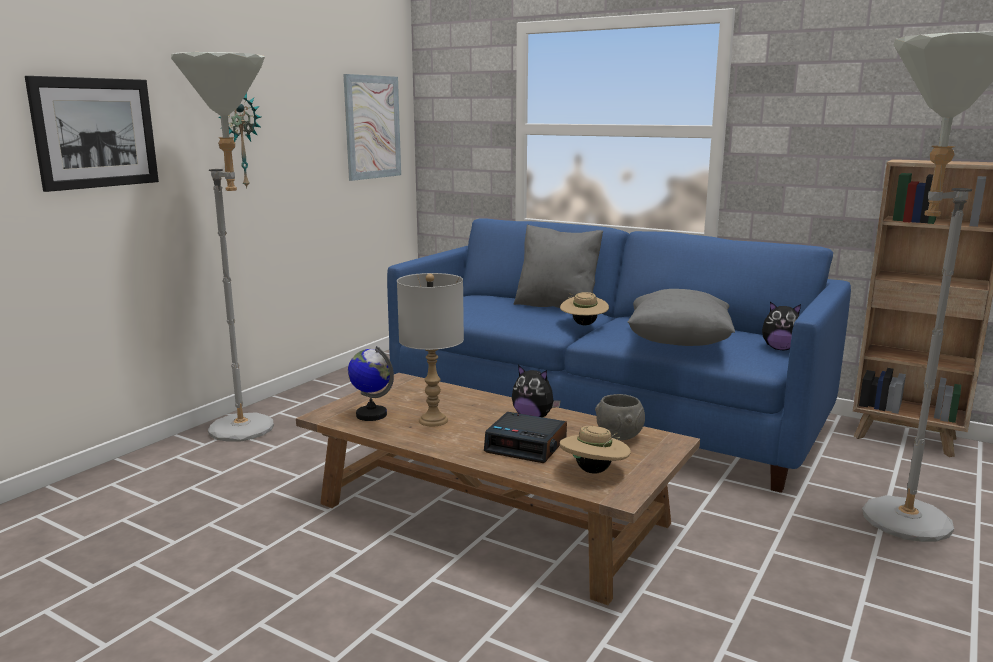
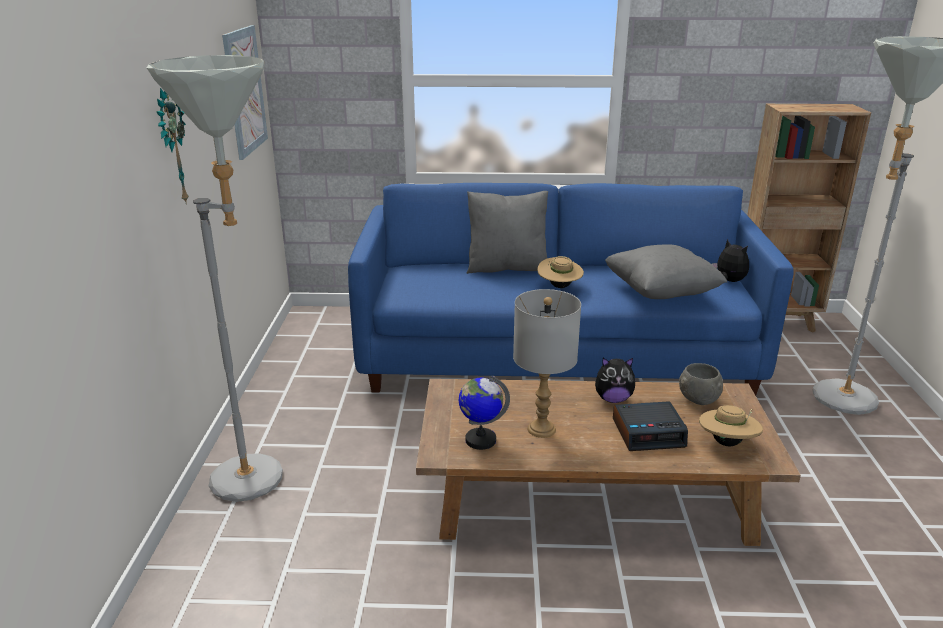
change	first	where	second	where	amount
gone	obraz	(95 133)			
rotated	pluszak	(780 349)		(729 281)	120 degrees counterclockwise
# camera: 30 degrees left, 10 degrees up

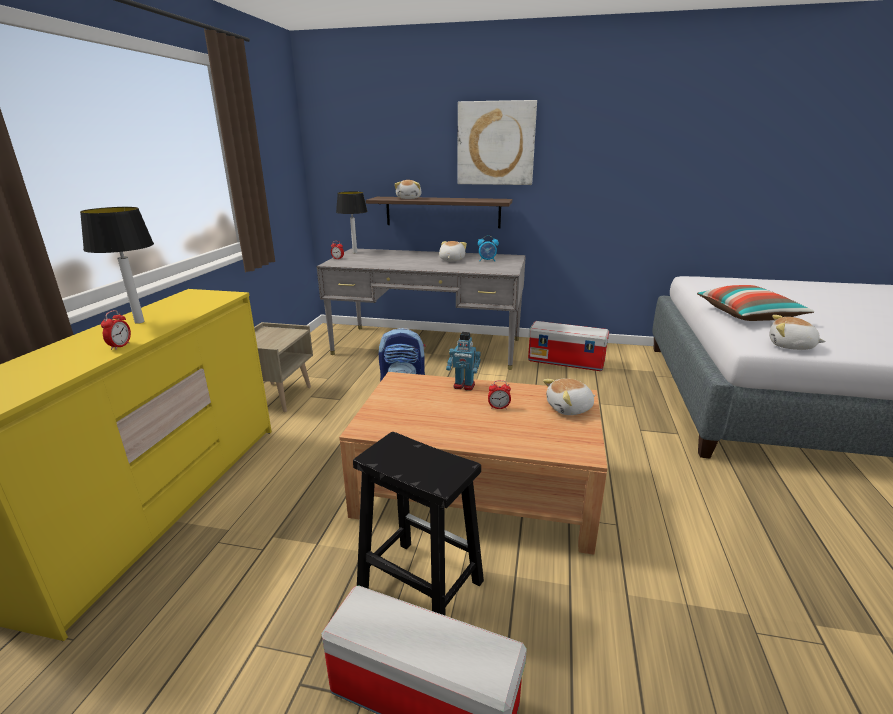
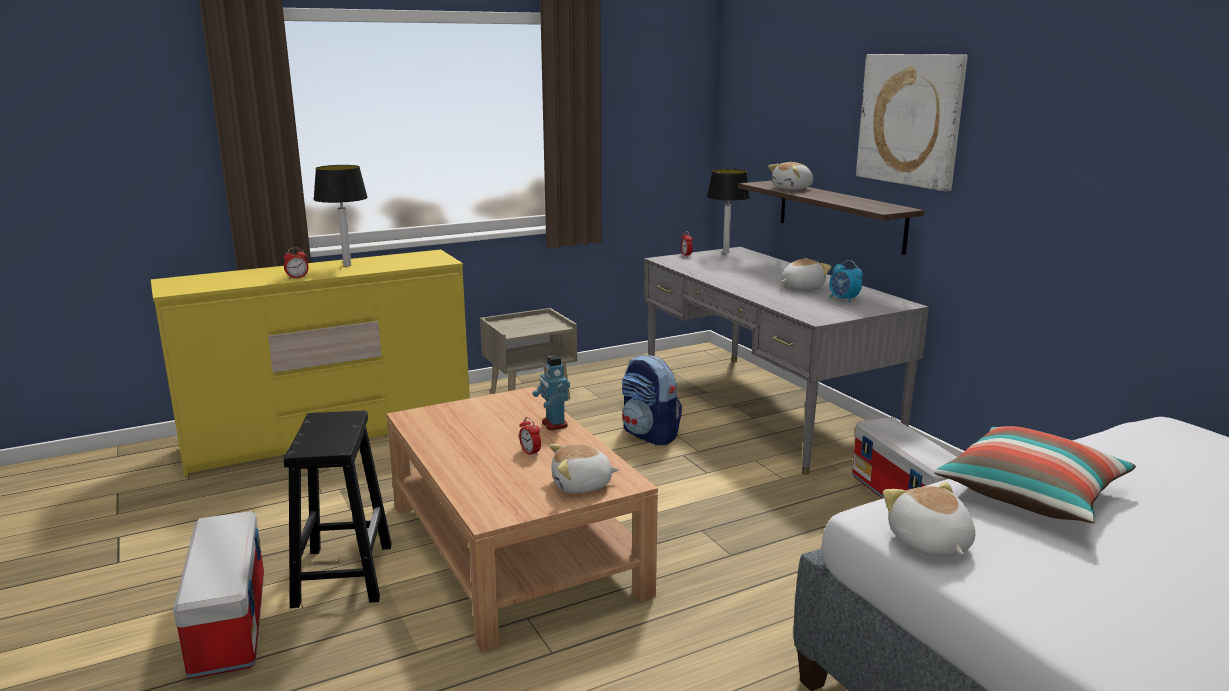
change	first	where	second	where	amount
rotated	pluszak	(569 408)		(582 485)	45 degrees counterclockwise
# camera: 50 degrees right, 5 degrees down

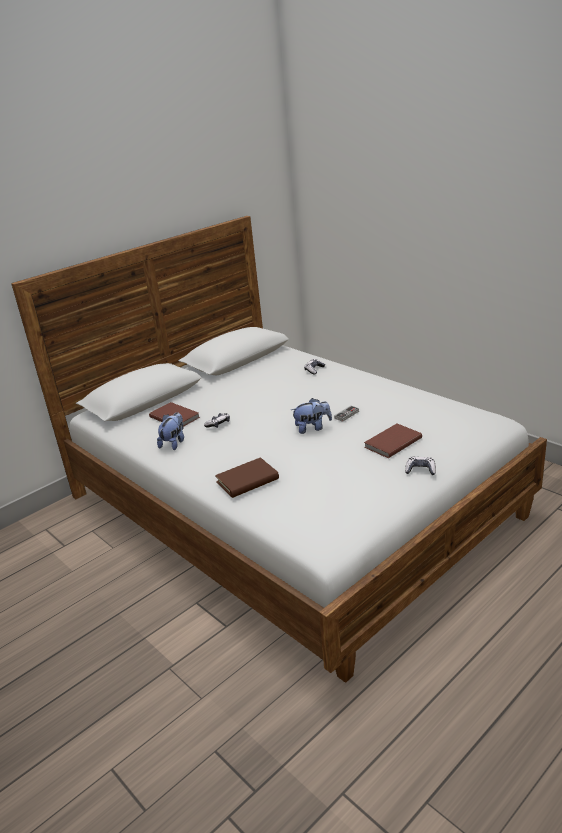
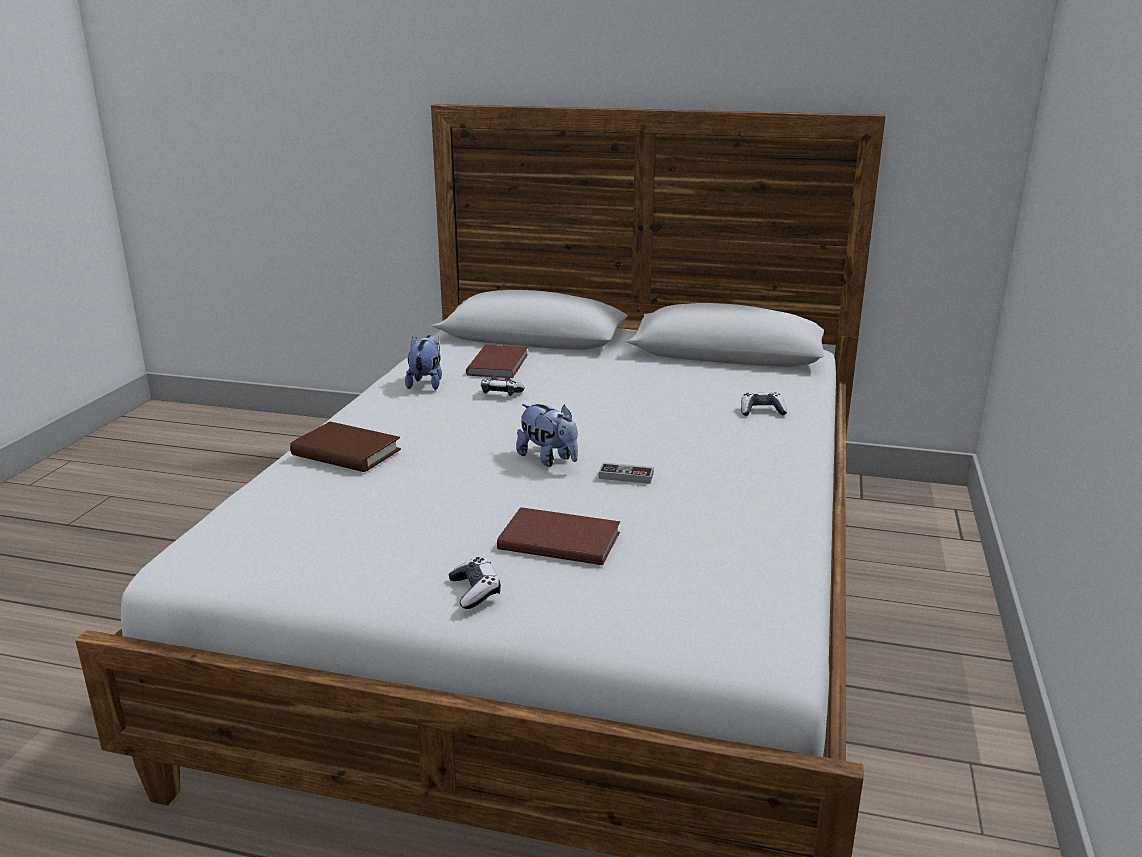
change	first	where	second	where	amount
rotated	pluszak	(174 443)		(426 383)	75 degrees counterclockwise
# camera: 55 degrees right, 5 degrees down

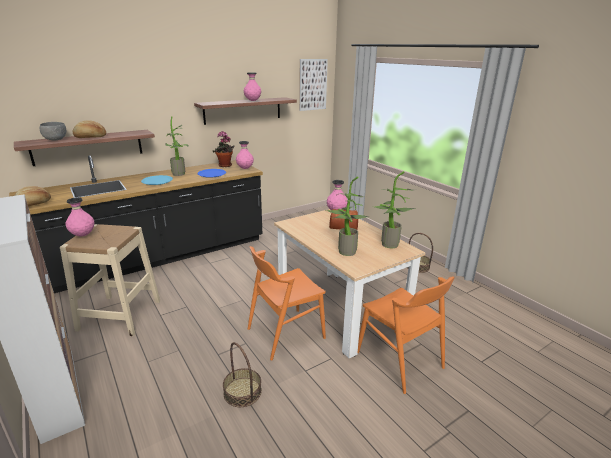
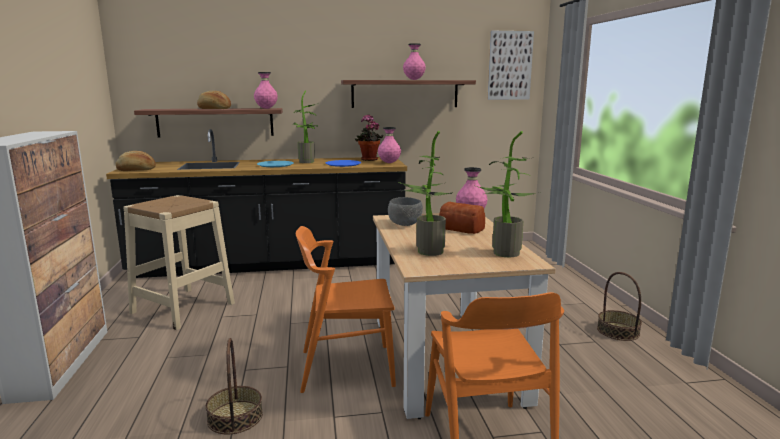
change	first	where	second	where	amount
shifted	miska [szary]	(56 140)		(405 224)	
shifted	wazon [różowy]	(83 235)		(266 108)	
# camera: 25 degrees right, 10 degrees down

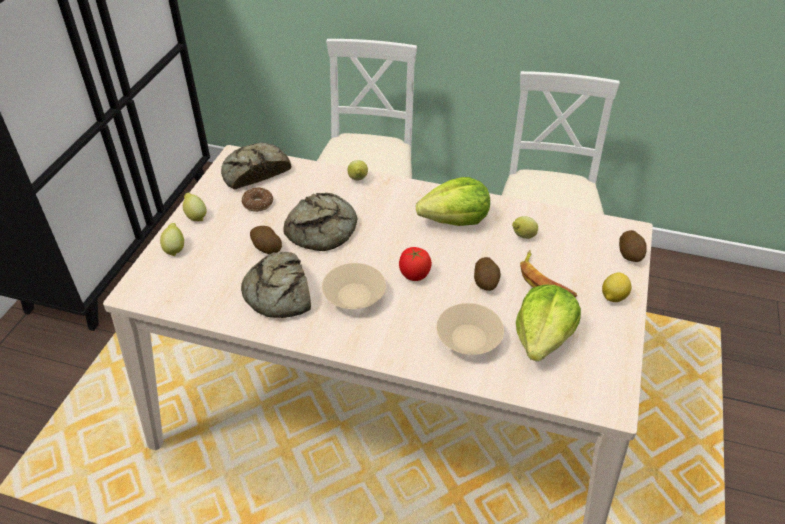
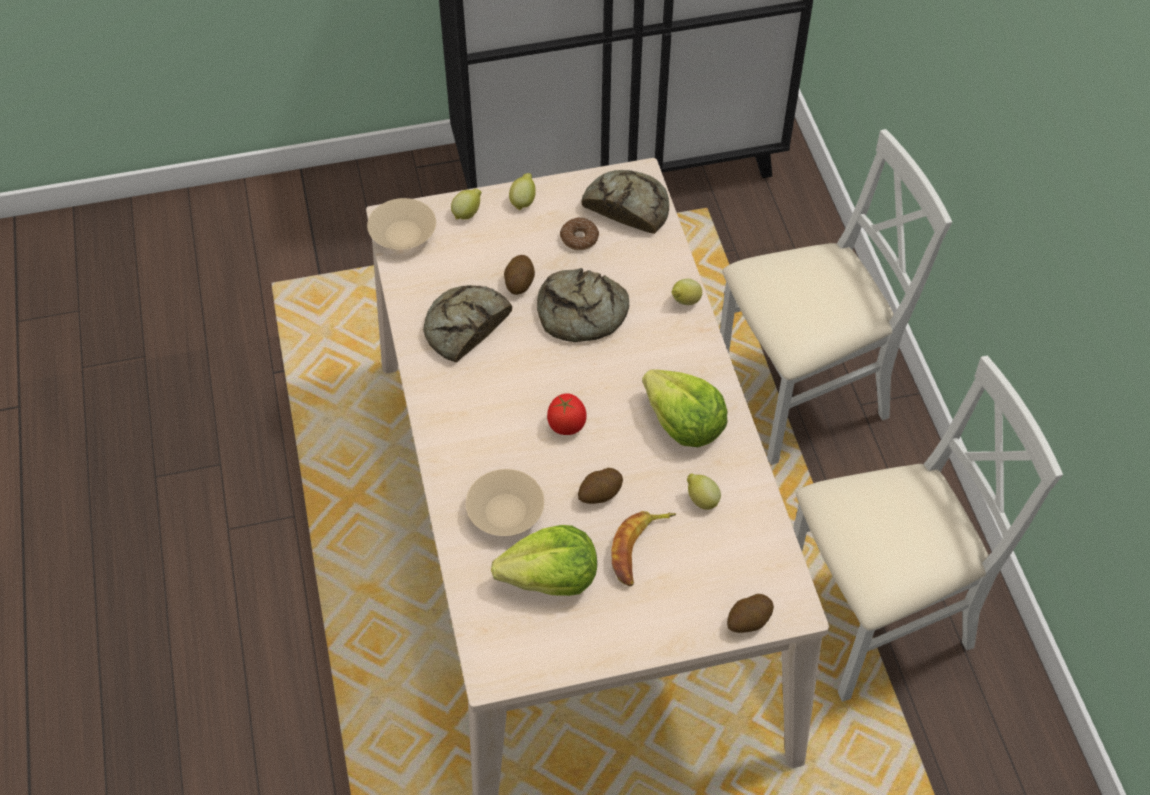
change	first	where	second	where	amount
gone	cytryna	(613 297)			
shifted	miska [beżowy]	(354 297)		(402 236)	
# camera: 60 degrees right, 10 degrees up

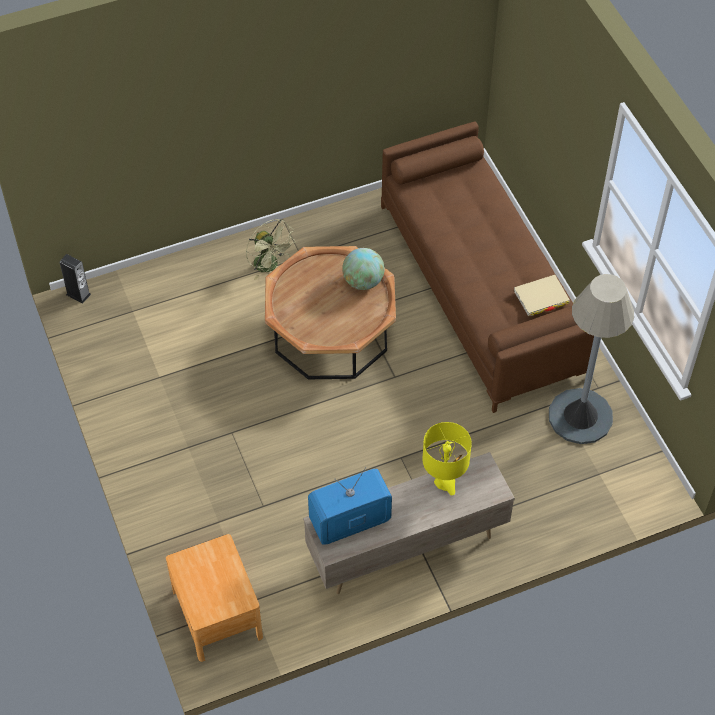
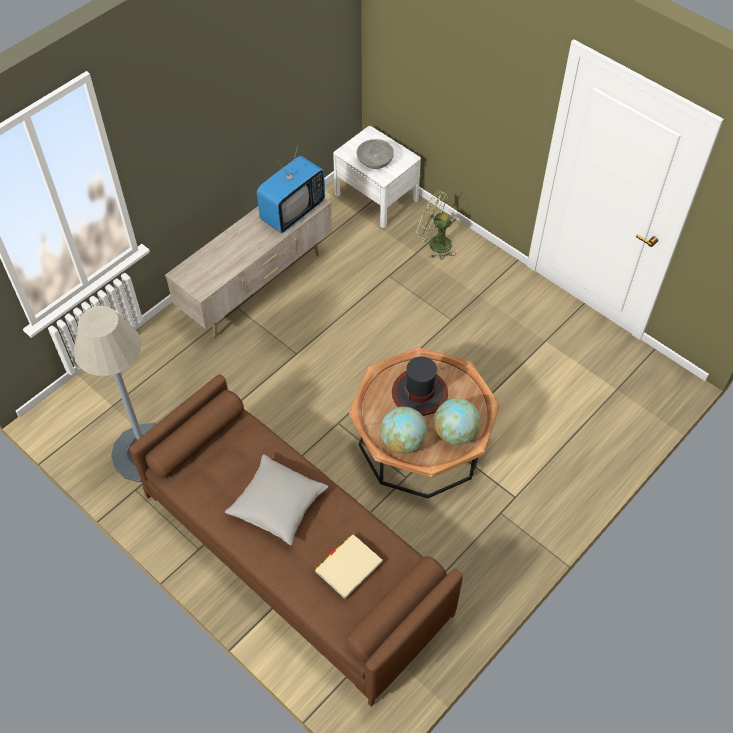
change	first	where	second	where	amount
gone	głośnik	(78 294)			
gone	lampa stołowa [żółty]	(443 482)			
new			poduszka [szary]	(277 505)	
new			miska [szary]	(375 160)	
new			kapelusz	(420 393)	
new			globus	(455 433)	
shifted	wentylator [zielony]	(270 266)		(434 244)	
shifted	książka [beżowy]	(541 297)		(348 567)	
repainted	szafka nocna [brązowy]	(217 613)	szafka nocna [biały]	(376 197)	
# camera: 155 degrees right, 0 degrees up

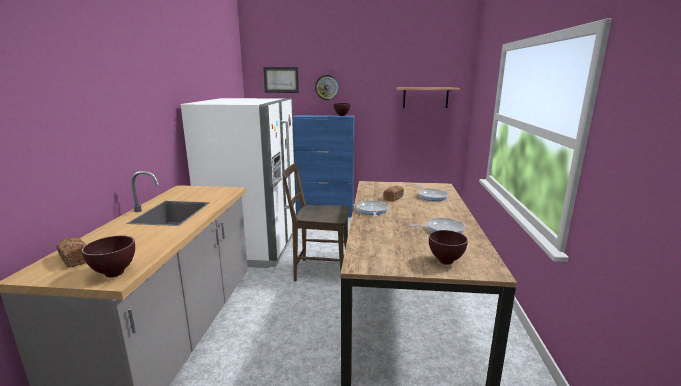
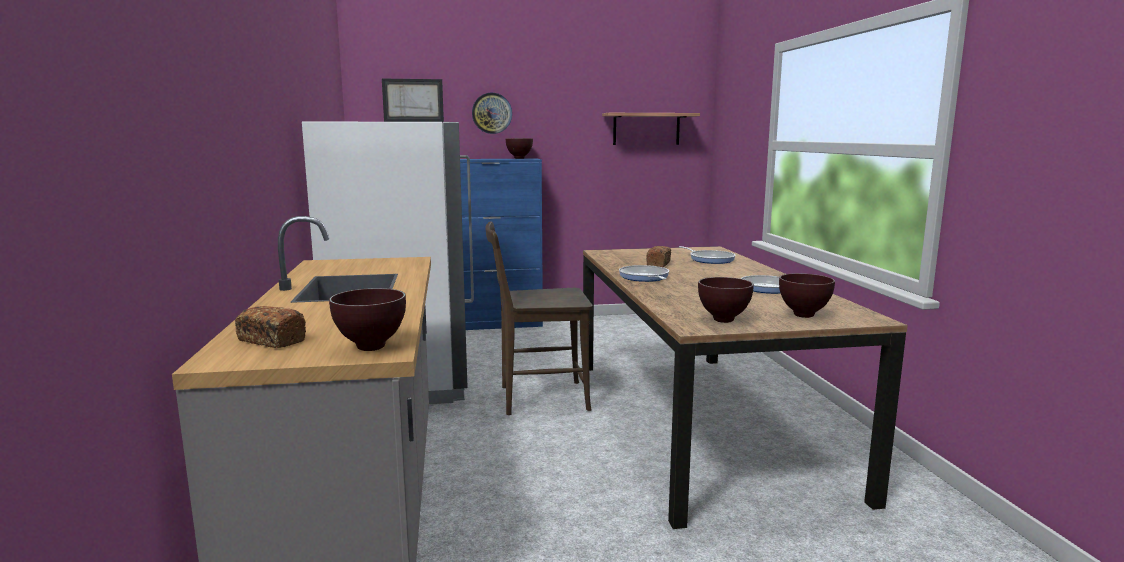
change	first	where	second	where	amount
new			miska [brązowy]	(723 320)	
# camera: 15 degrees left, 5 degrees down

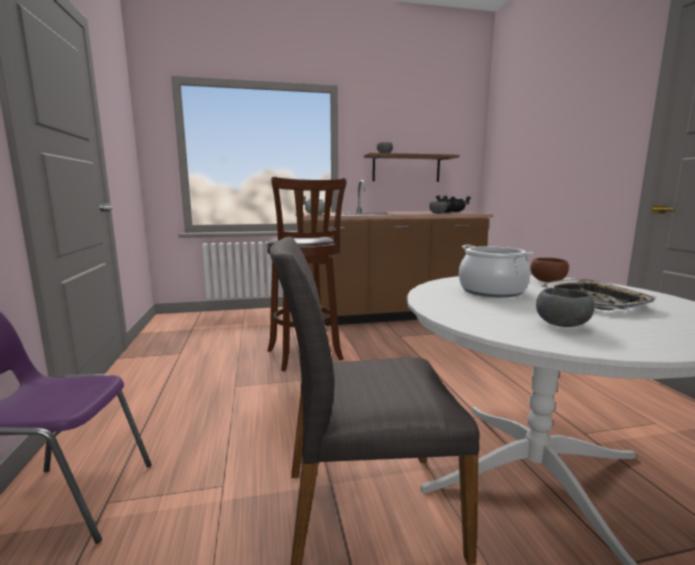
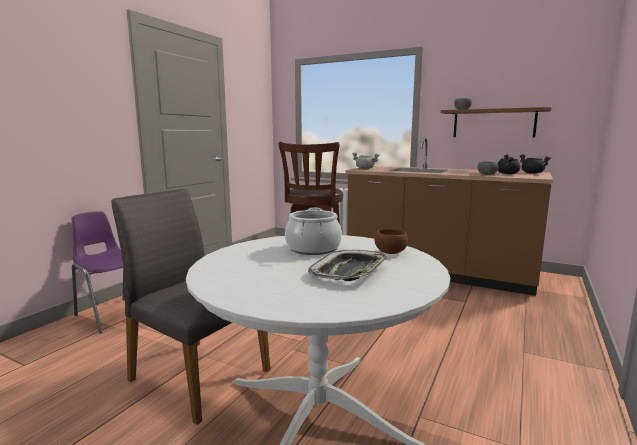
change	first	where	second	where	amount
gone	miska [szary]	(563 325)			
# camera: 40 degrees right, 0 degrees up

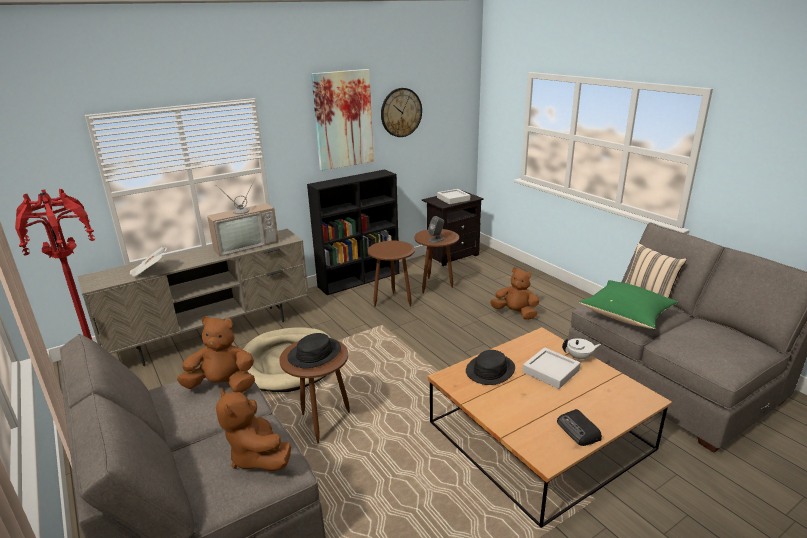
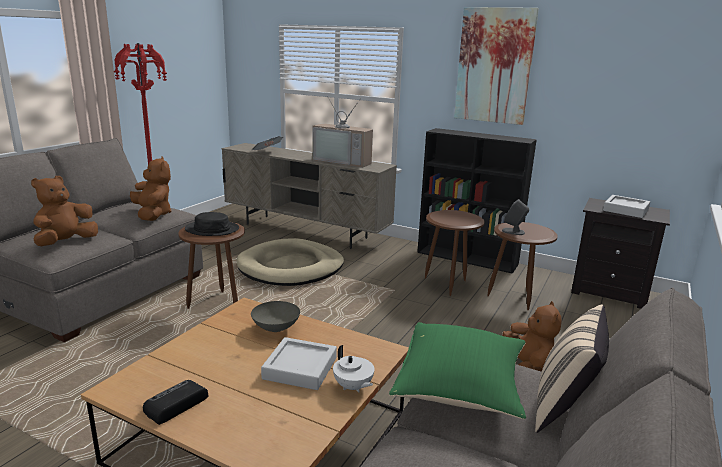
change	first	where	second	where	amount
gone	zegar ścienny	(401 112)			
swapped	kapelusz [czarny]	(490 370)	miska [szary]	(276 328)	
# camera: 60 degrees right, 5 degrees down

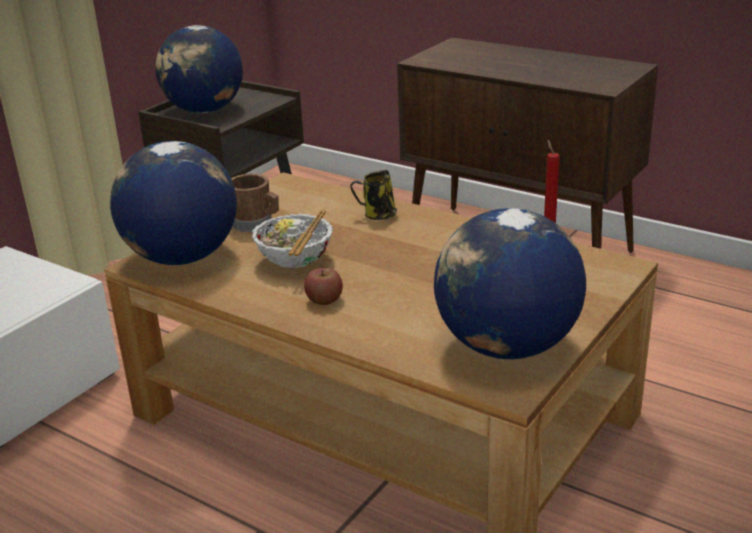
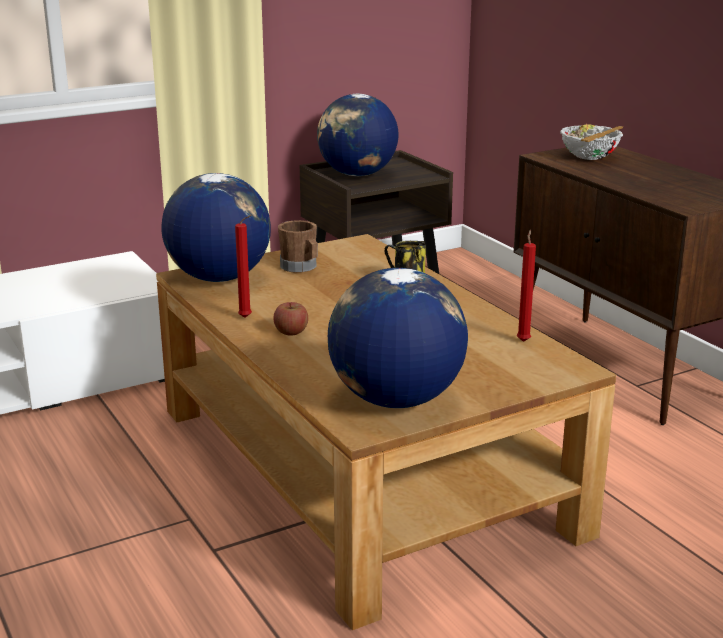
change	first	where	second	where	amount
new			świeca [czerwony]	(247 318)	
shifted	miska	(296 260)		(590 157)	
# camera: 25 degrees right, 5 degrees down

